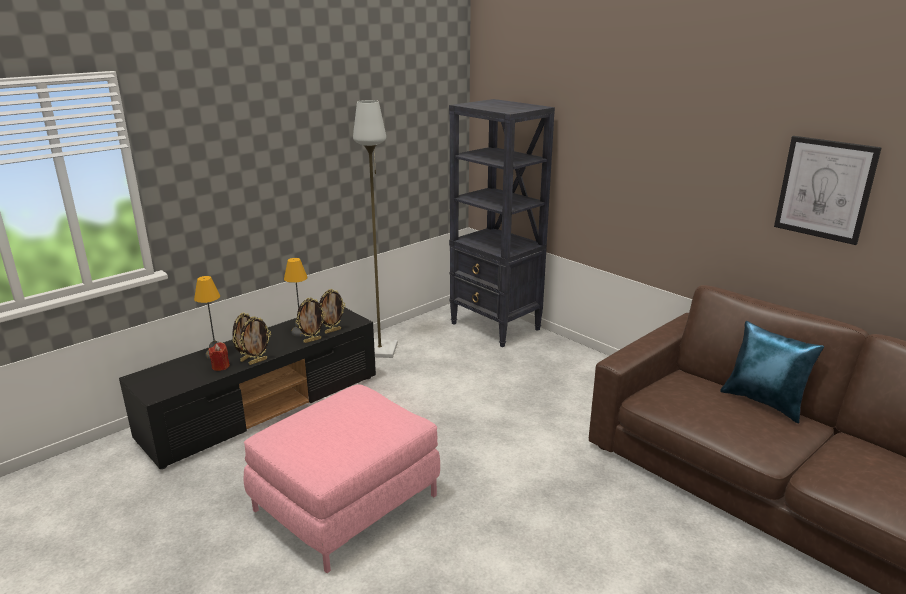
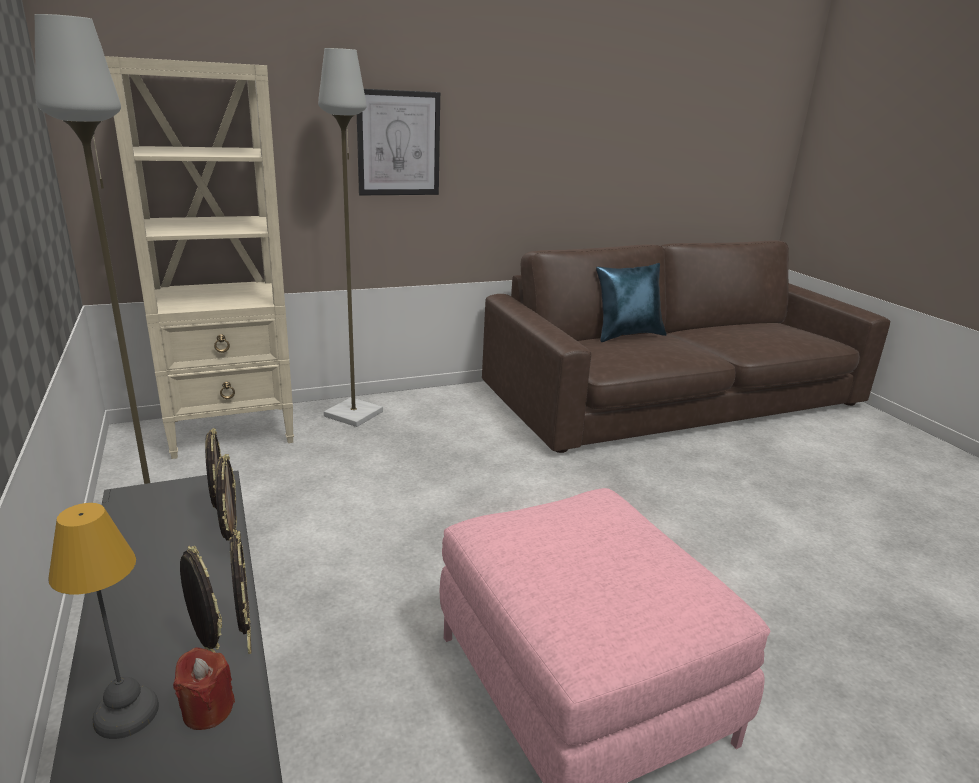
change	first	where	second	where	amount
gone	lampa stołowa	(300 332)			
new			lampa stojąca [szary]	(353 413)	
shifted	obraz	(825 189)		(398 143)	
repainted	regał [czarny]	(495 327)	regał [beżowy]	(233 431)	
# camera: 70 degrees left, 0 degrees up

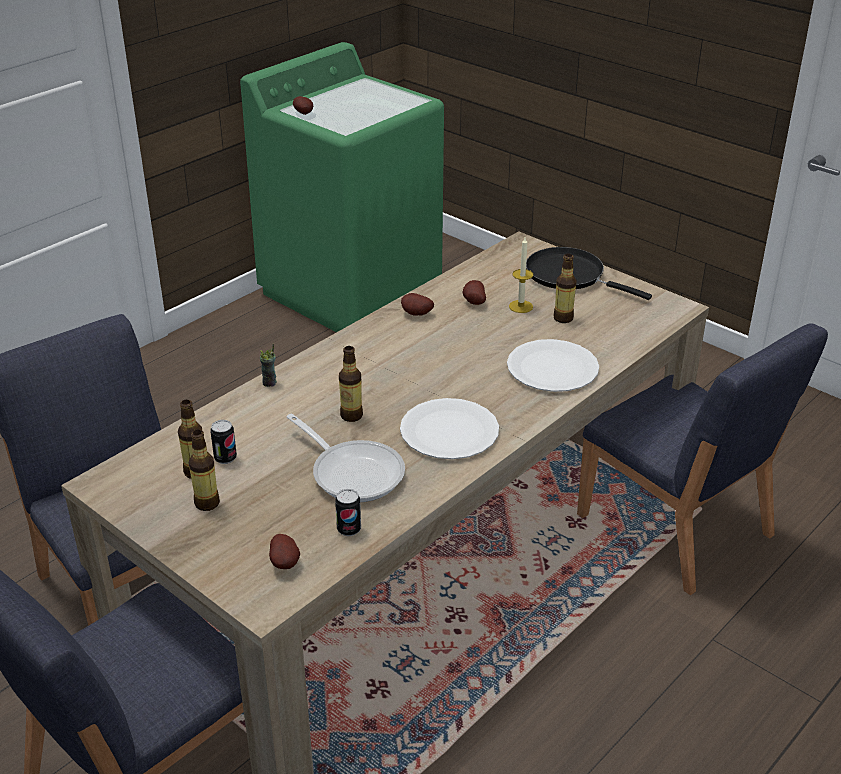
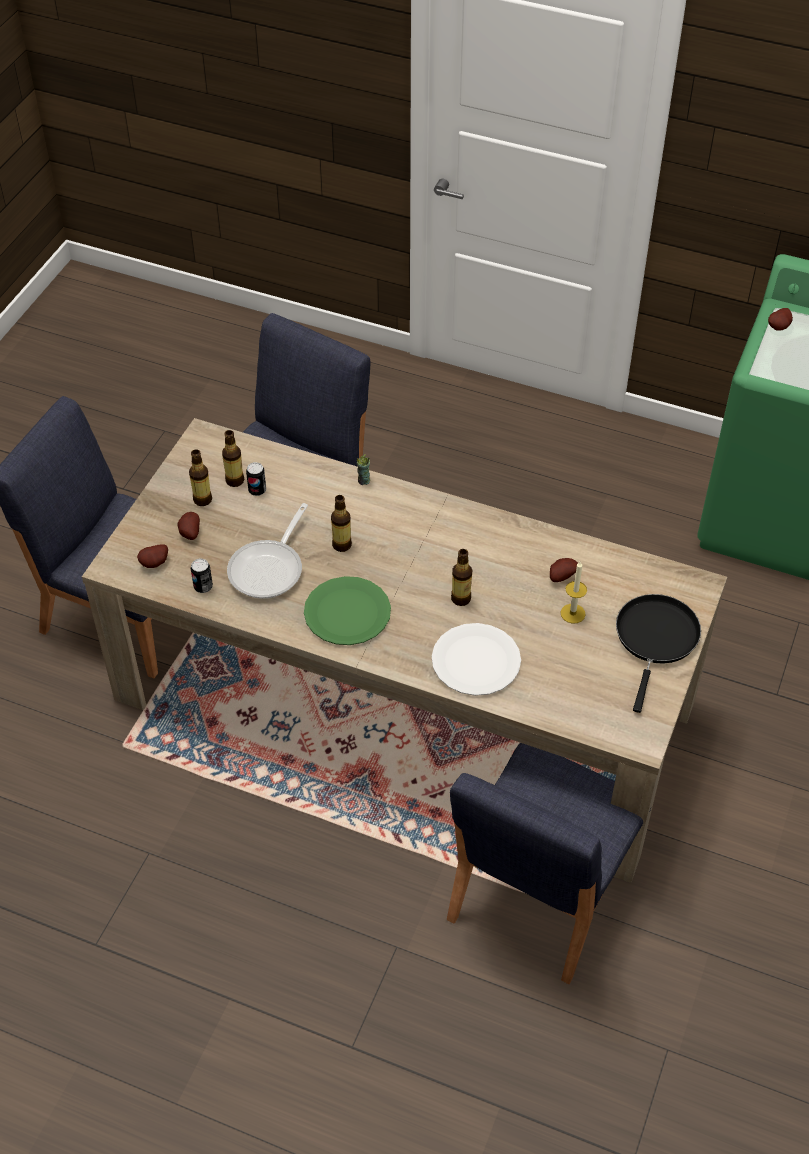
change	first	where	second	where	amount
shifted	ziemniak	(416 314)		(189 533)	
shifted	butelka	(563 318)		(461 598)	
repainted	talerz [biały]	(449 431)	talerz [zielony]	(347 612)	
# camera: 70 degrees right, 15 degrees up

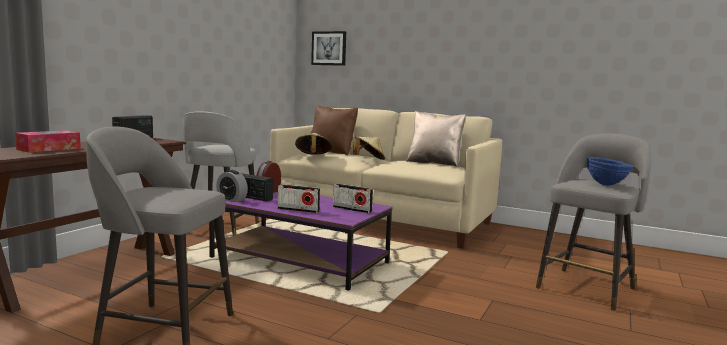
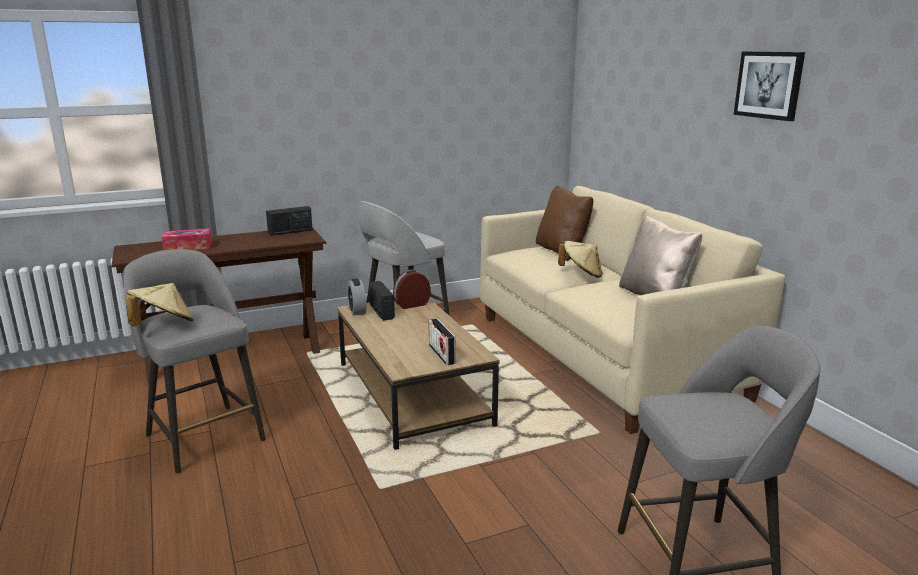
change	first	where	second	where	amount
gone	radio	(298 210)			
gone	miska [niebieski]	(606 185)			
shifted	kapelusz [beżowy]	(313 156)		(163 326)	
shifted	obraz	(329 48)		(769 85)	
repainted	ława [fioletowy]	(301 261)	ława [brązowy]	(413 394)	
# camera: 40 degrees right, 10 degrees up

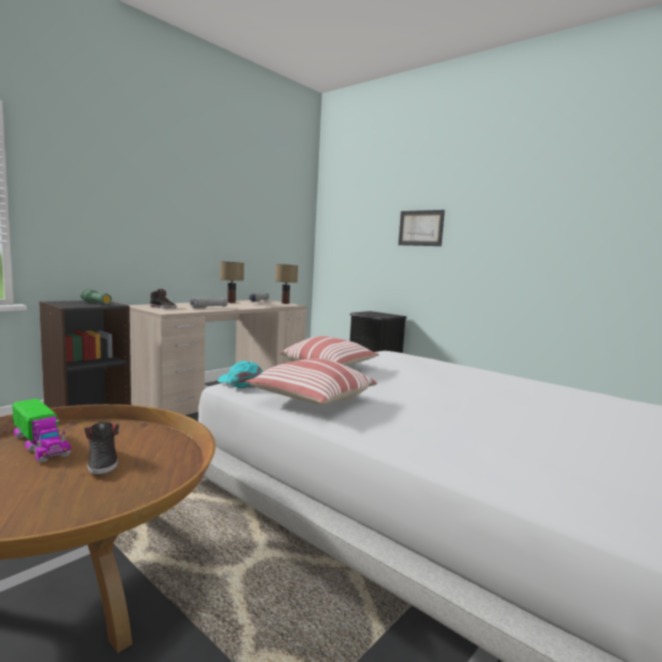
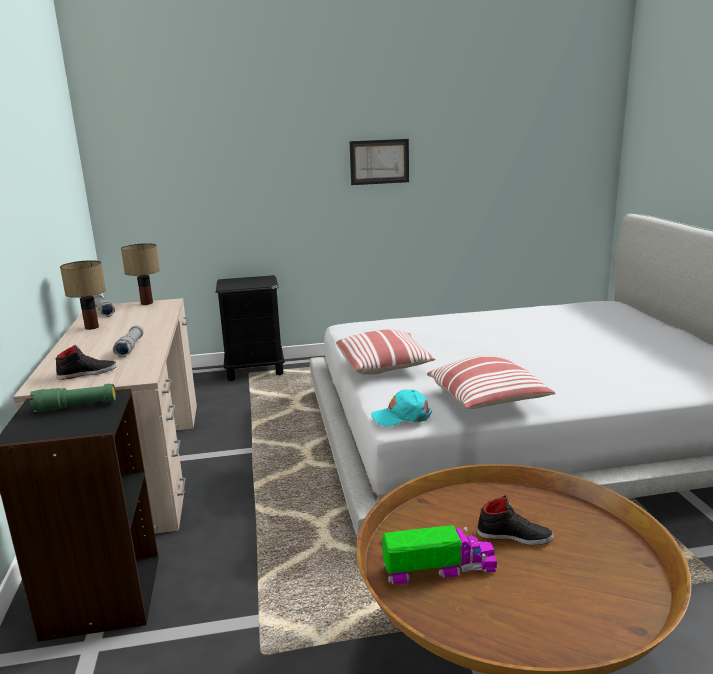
change	first	where	second	where	amount
shifted	obraz	(421 228)		(379 162)	
# camera: 50 degrees left, 10 degrees up

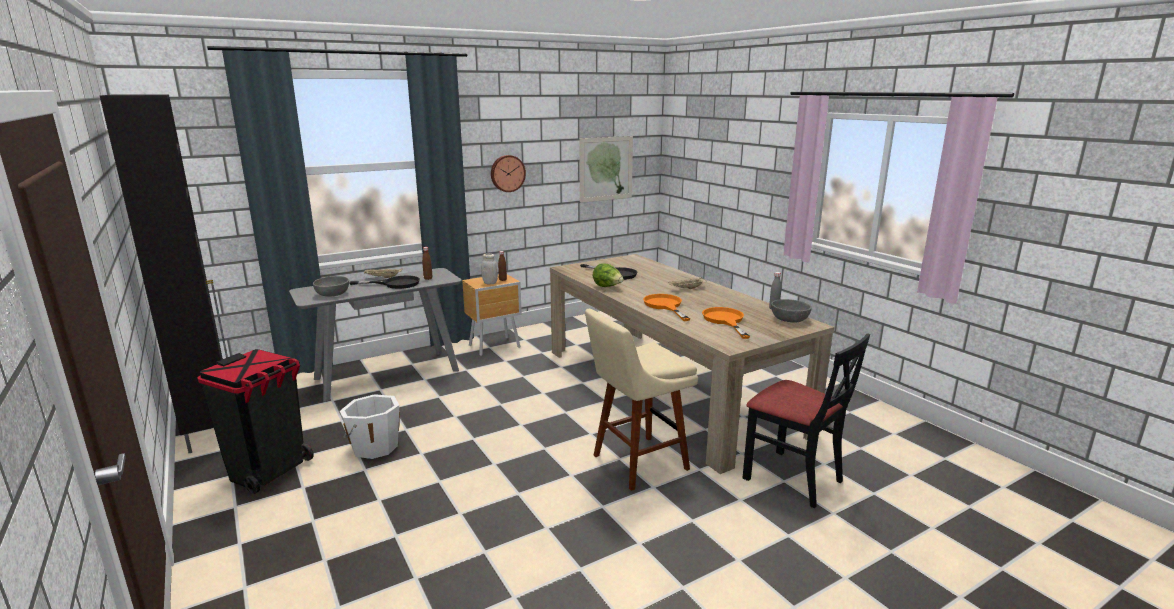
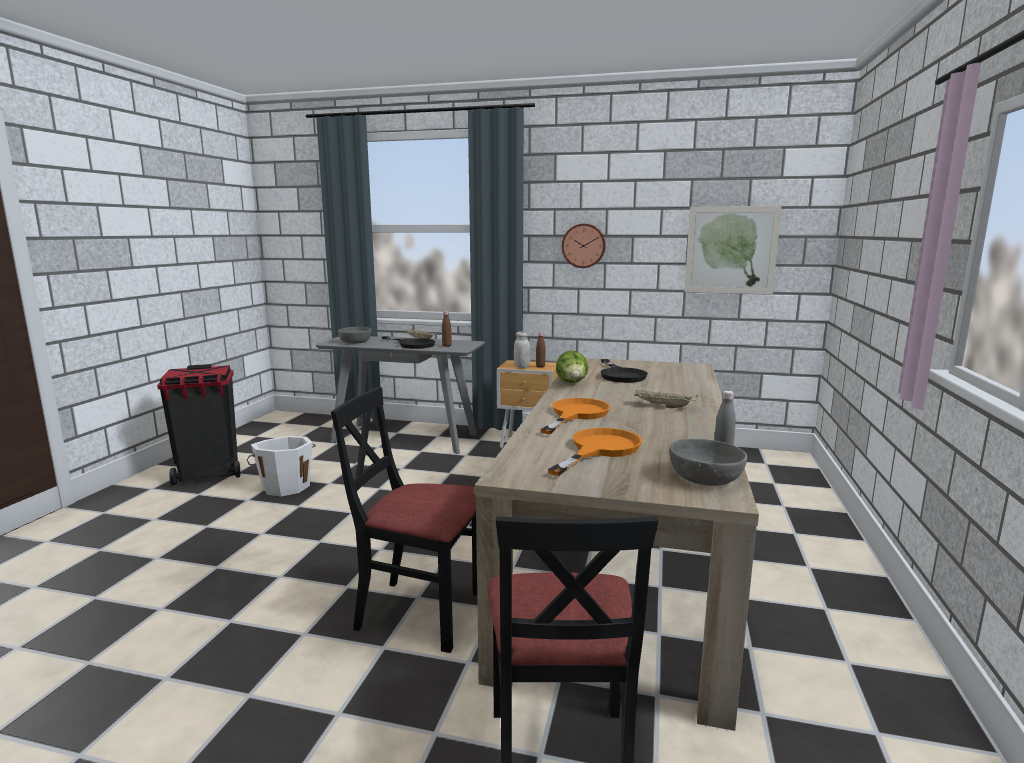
change	first	where	second	where	amount
gone	szafka [czarny]	(210 427)			
swapped	stołek [beżowy]	(636 463)	krzesło [czarny]	(420 612)	
# camera: 45 degrees right, 5 degrees down

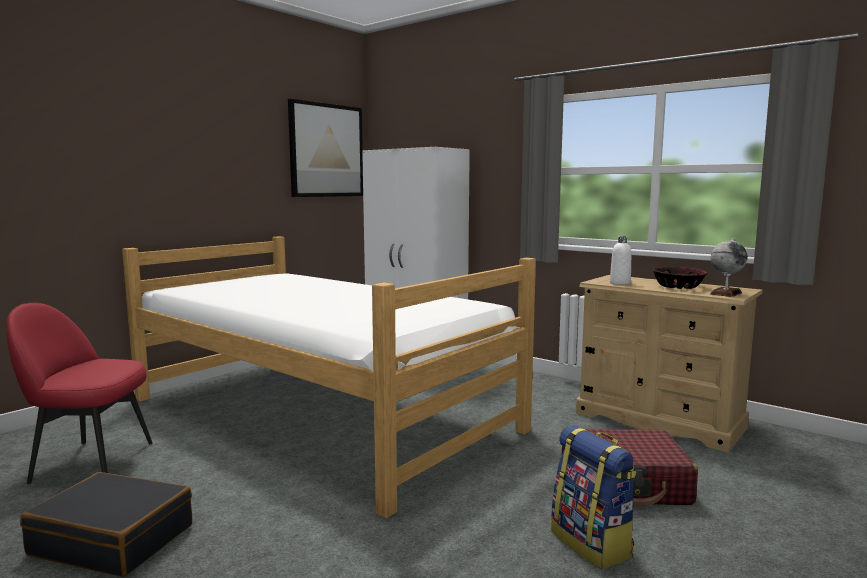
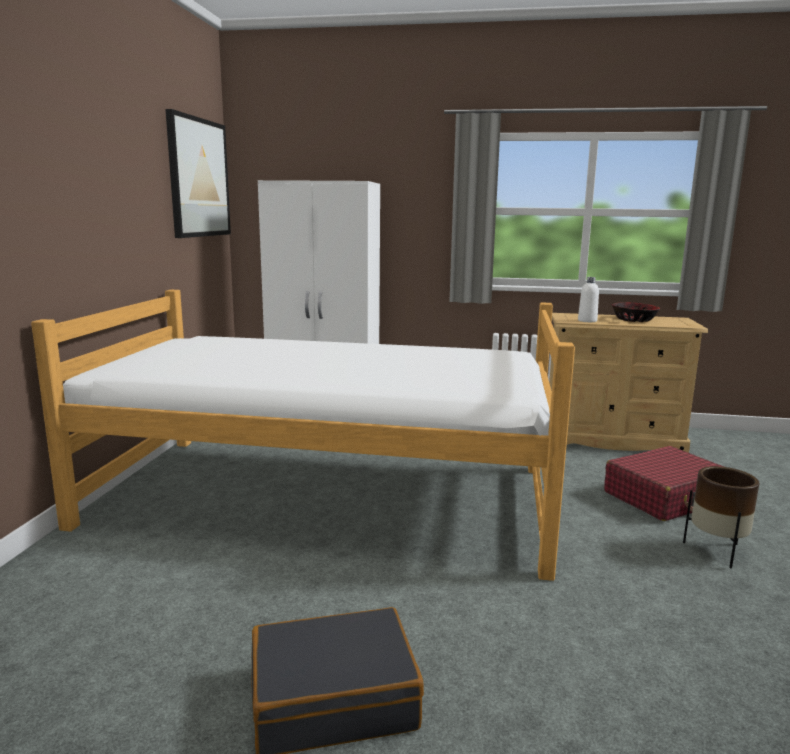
change	first	where	second	where	amount
gone	krzesło [czerwony]	(90 461)			
gone	globus	(726 293)			
swapped	plecak	(592 543)	donica [brązowy]	(717 551)	
# camera: 30 degrees left, 5 degrees up

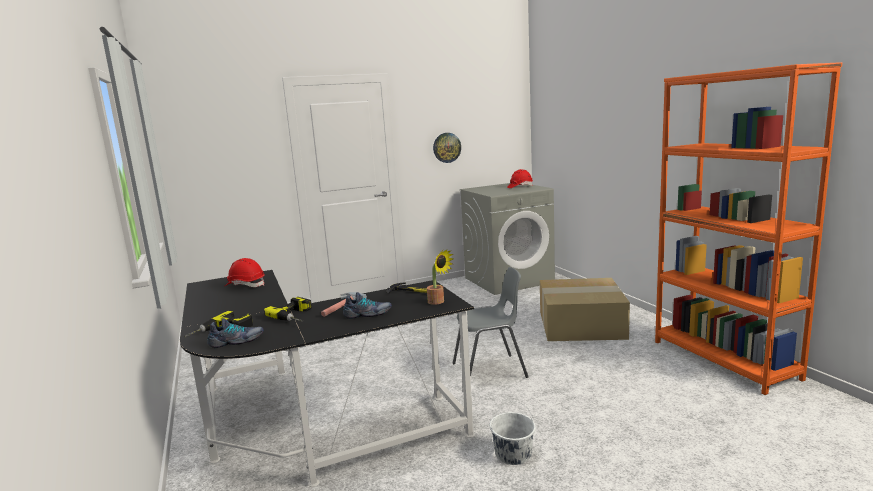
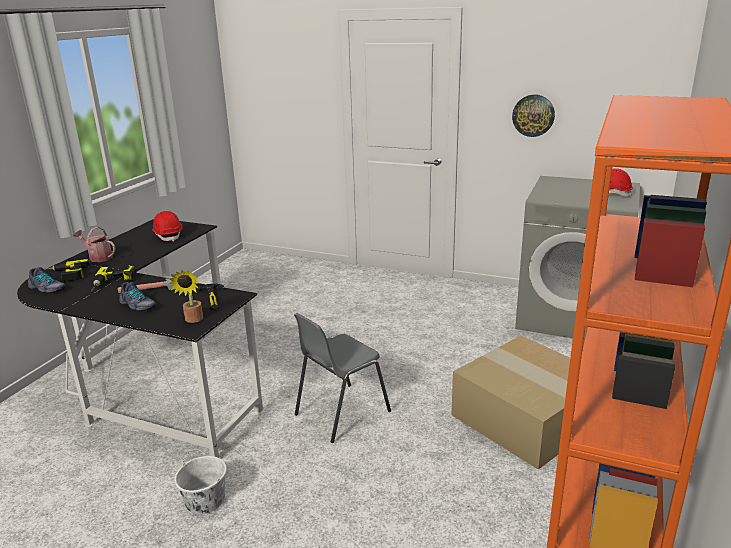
change	first	where	second	where	amount
new			konewka	(98 257)	
rotated	krzesło [szary]	(490 371)		(341 413)	105 degrees clockwise
# camera: 45 degrees right, 10 degrees up

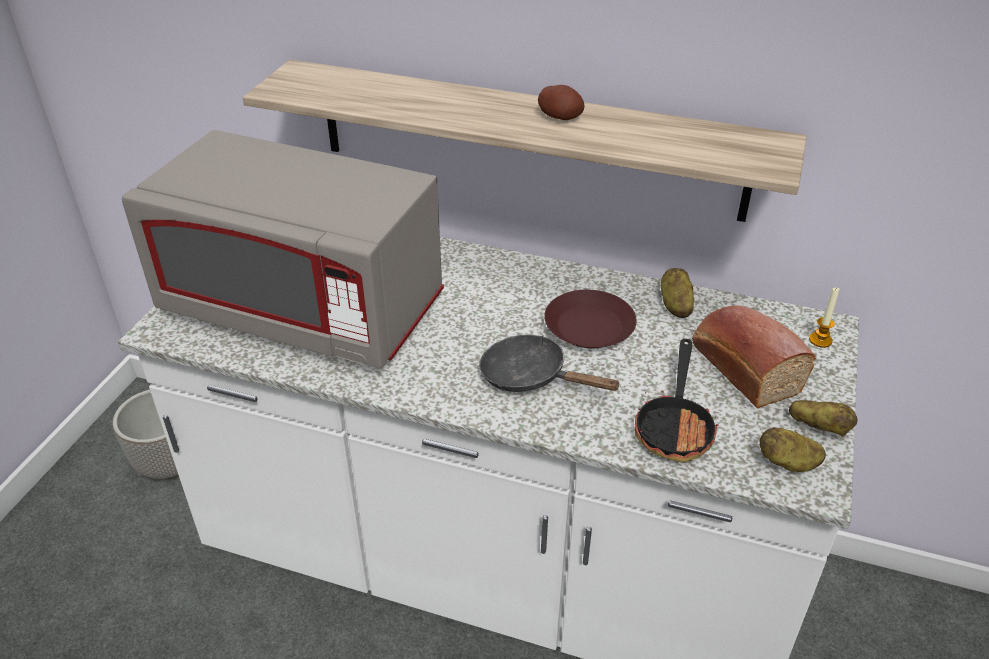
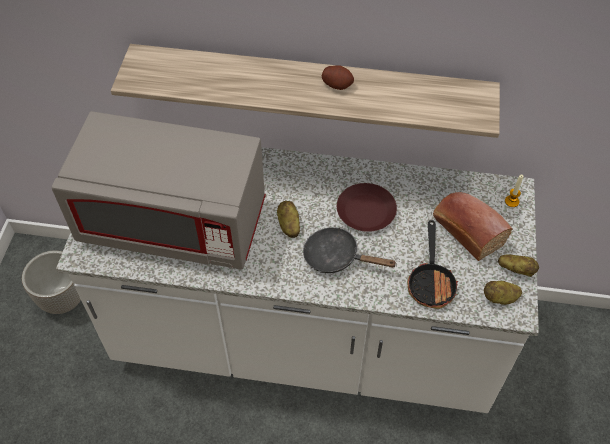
change	first	where	second	where	amount
shifted	ziemniak	(675 305)		(288 225)	
# camera: 10 degrees left, 15 degrees up

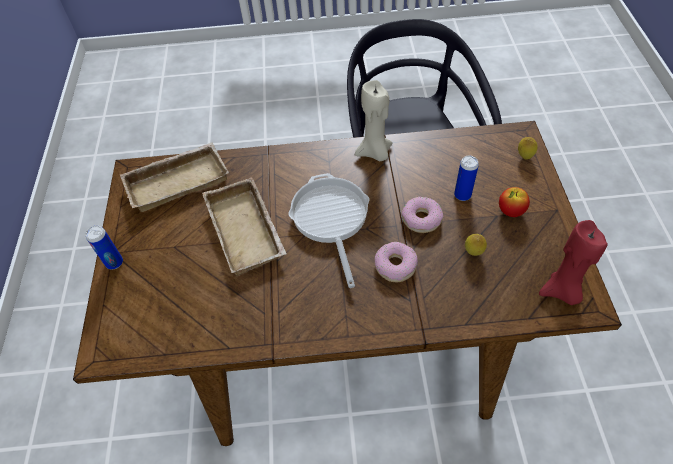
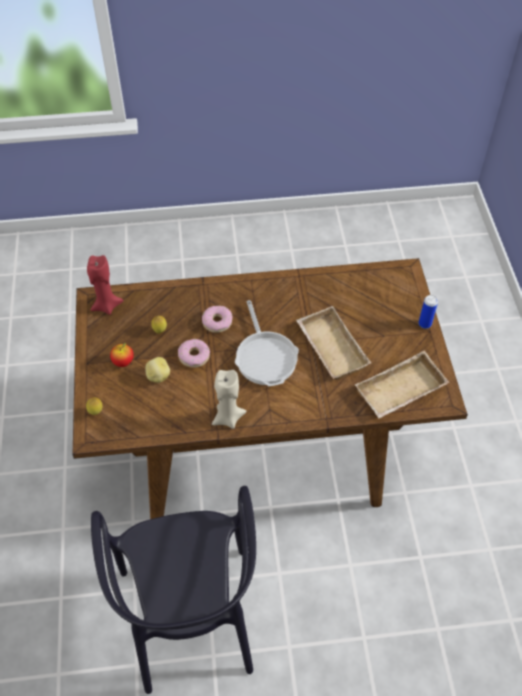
change	first	where	second	where	amount
swapped	puszka	(462 195)	ziemniak	(158 376)	
# camera: 175 degrees right, 0 degrees up

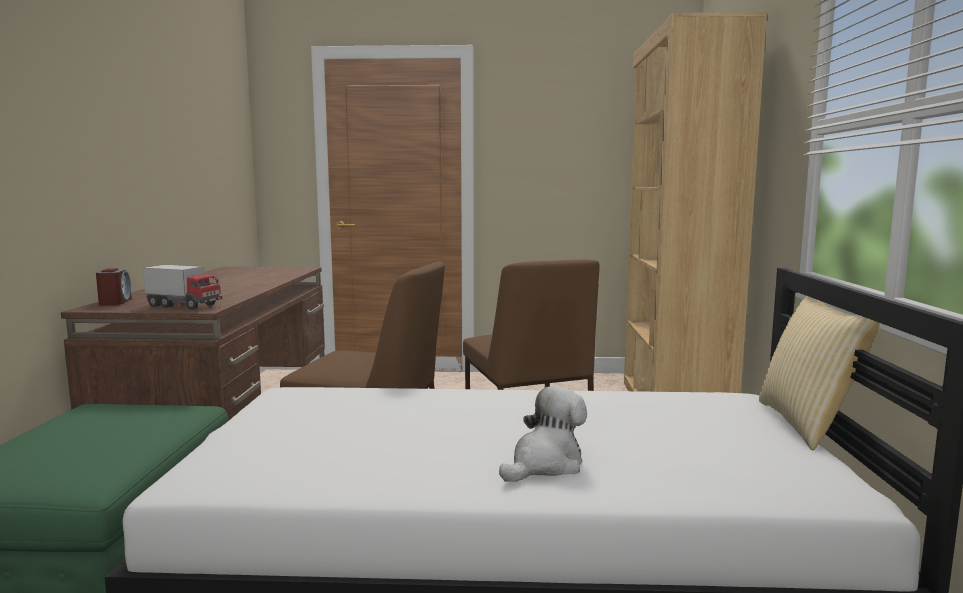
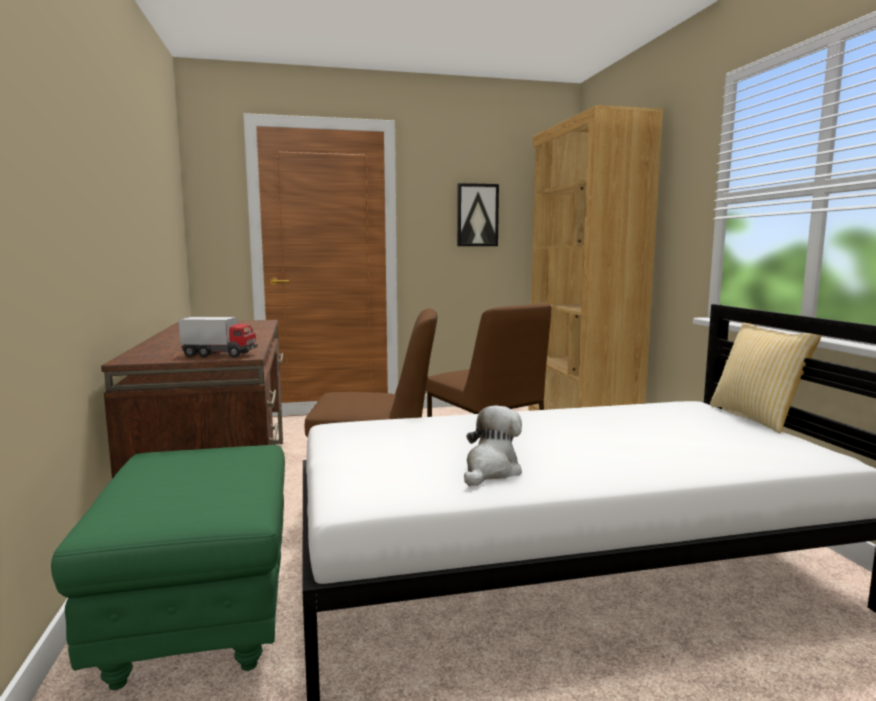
change	first	where	second	where	amount
gone	budzik	(115 302)			
new			obraz	(477 215)	
shifted	pluszak	(545 464)		(491 471)	
# camera: 15 degrees left, 0 degrees up

